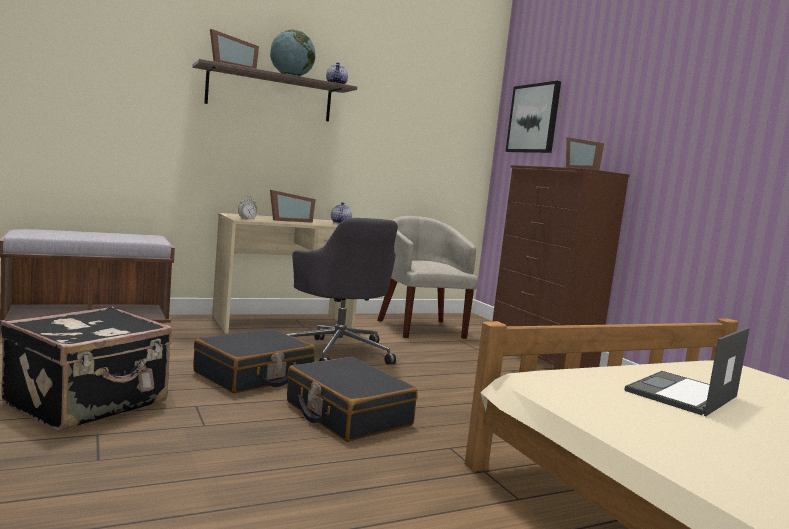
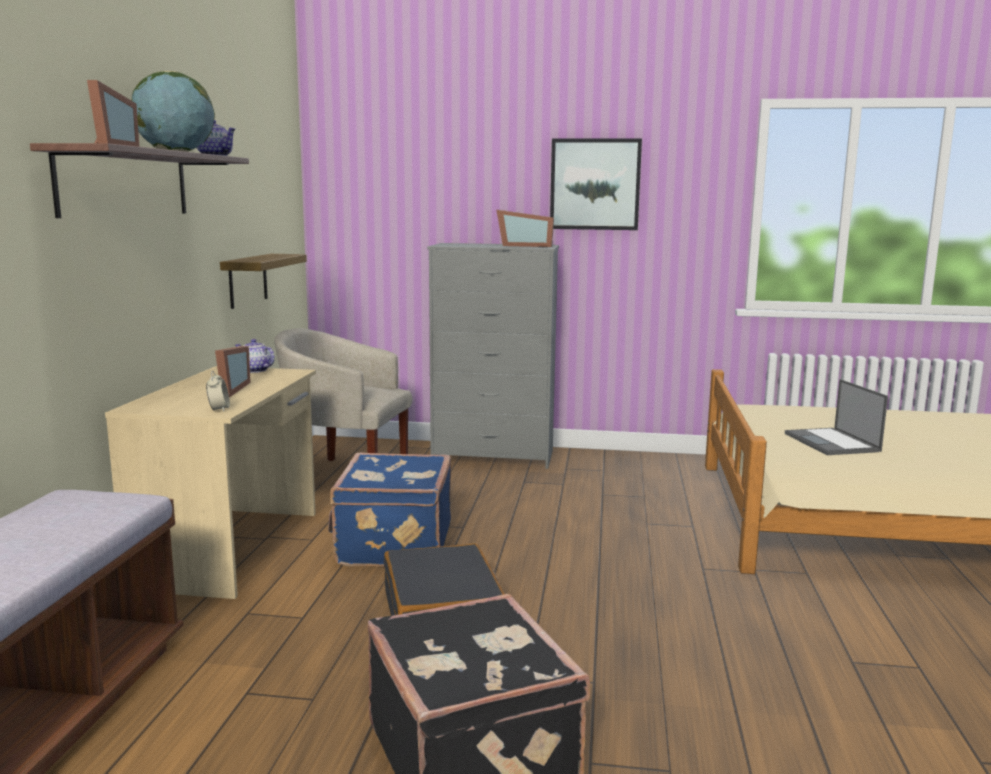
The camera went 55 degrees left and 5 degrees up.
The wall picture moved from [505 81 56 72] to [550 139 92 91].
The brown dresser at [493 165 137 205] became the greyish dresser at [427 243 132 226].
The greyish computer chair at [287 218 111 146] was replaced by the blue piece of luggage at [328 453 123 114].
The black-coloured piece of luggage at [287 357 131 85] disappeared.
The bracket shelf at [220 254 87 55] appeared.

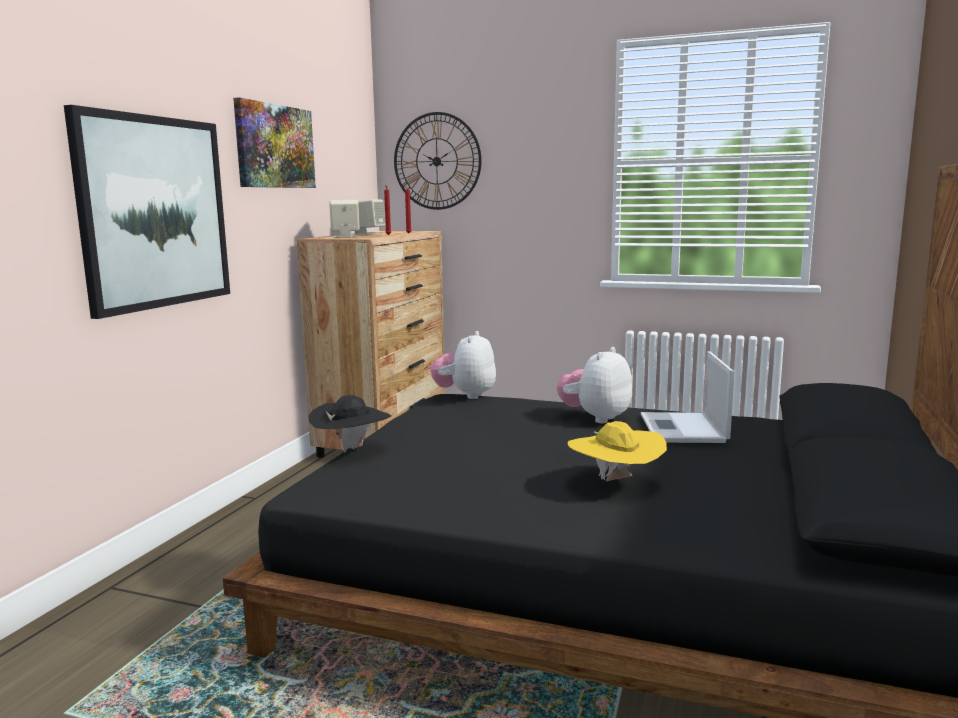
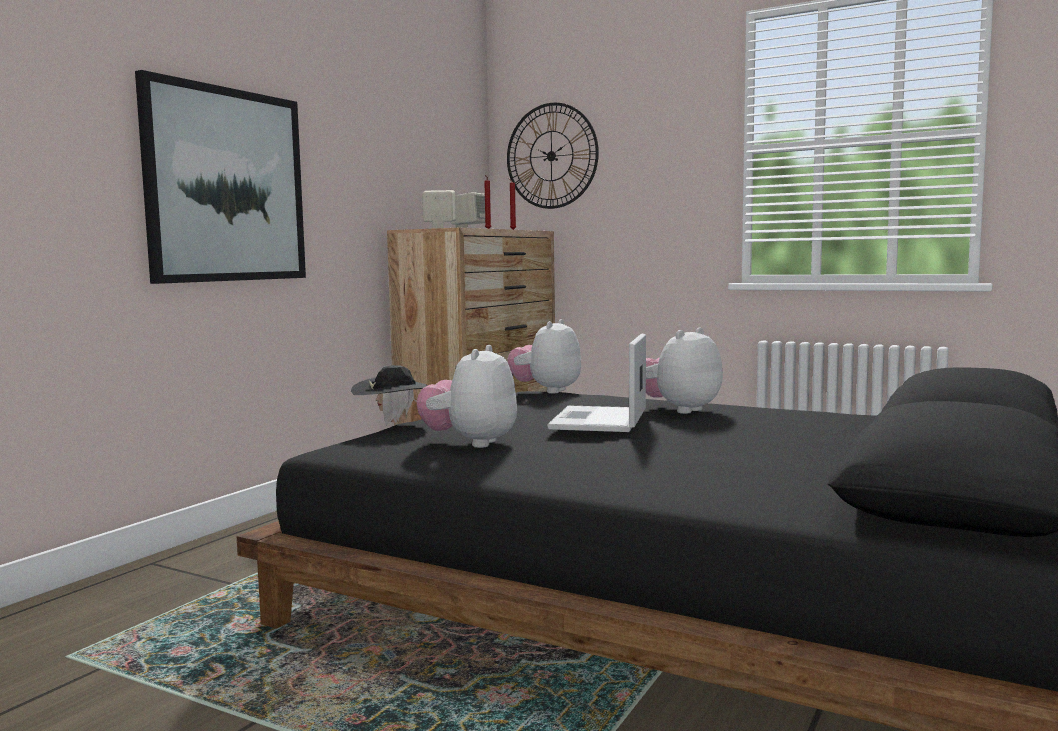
The camera went 10 degrees right and 5 degrees down.
The wall picture at [233 97 83 91] disappeared.
The portable computer moved from [641 351 93 92] to [547 333 99 99].
The yellowish clothing hat at [567 421 100 60] disappeared.
The soft toy at [416 345 101 103] appeared.

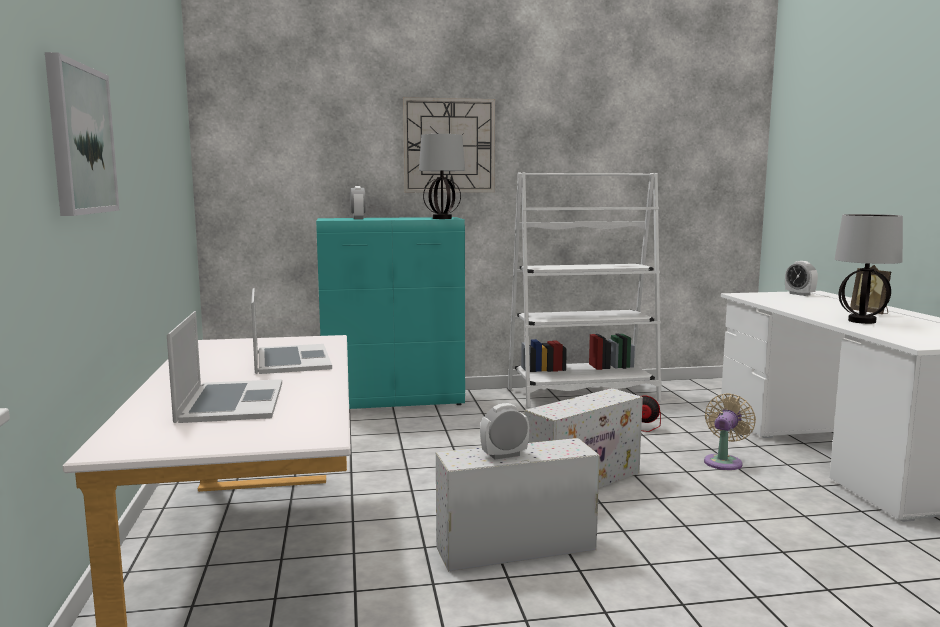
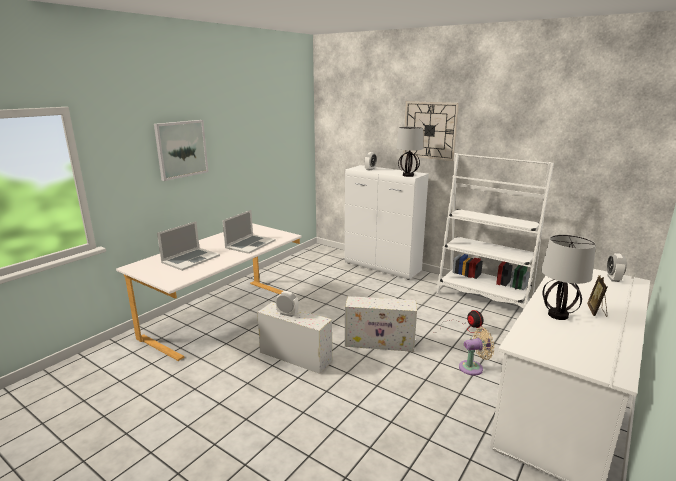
The camera went 45 degrees right and 10 degrees up.
The turquoise-coloured cupboard at [316 217 149 192] became the whitish cupboard at [345 165 84 115].

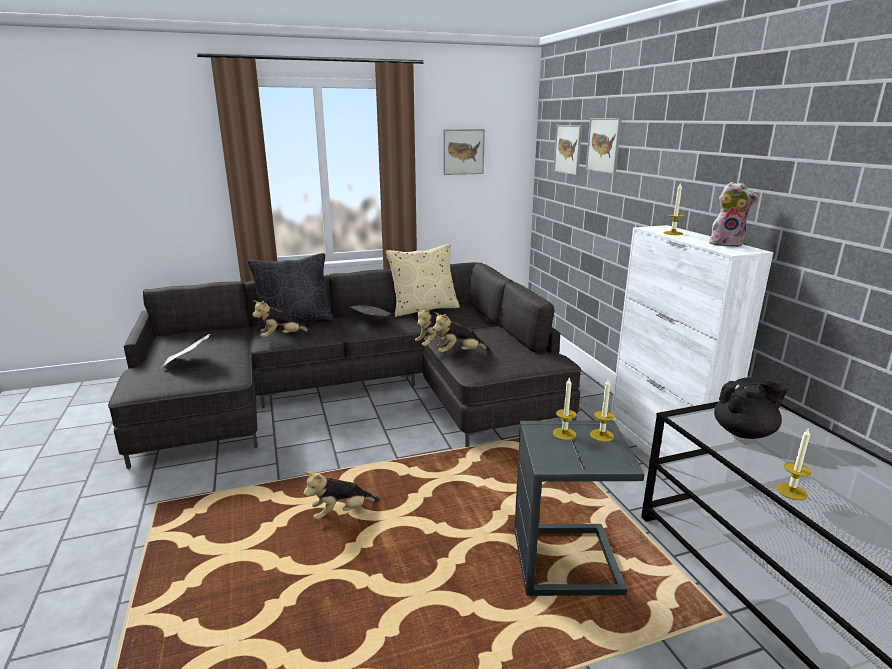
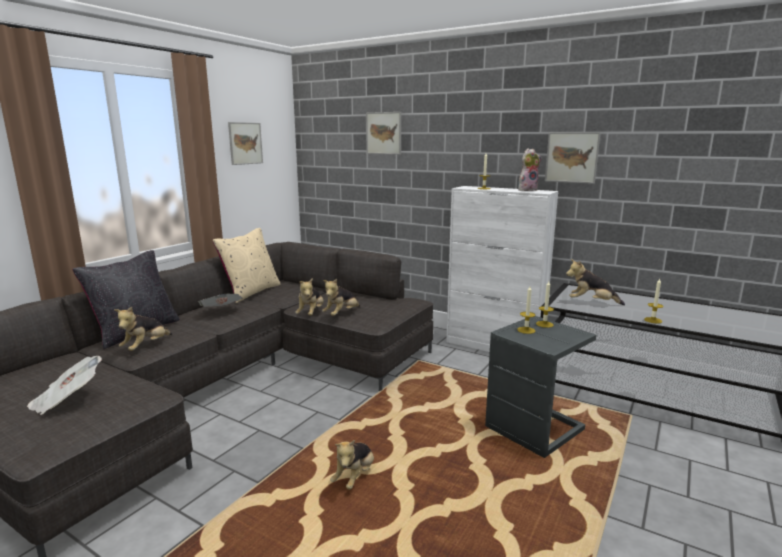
The camera went 40 degrees left and 5 degrees down.
The wall picture moved from [553 125 29 51] to [545 132 56 52].
The black-coloured tea pot at [714 378 75 61] was replaced by the soft toy at [566 259 59 46].

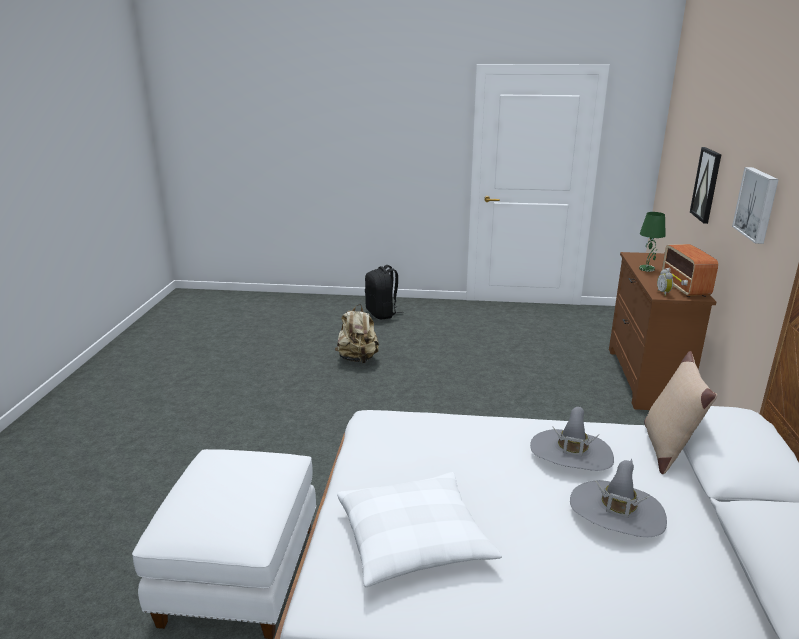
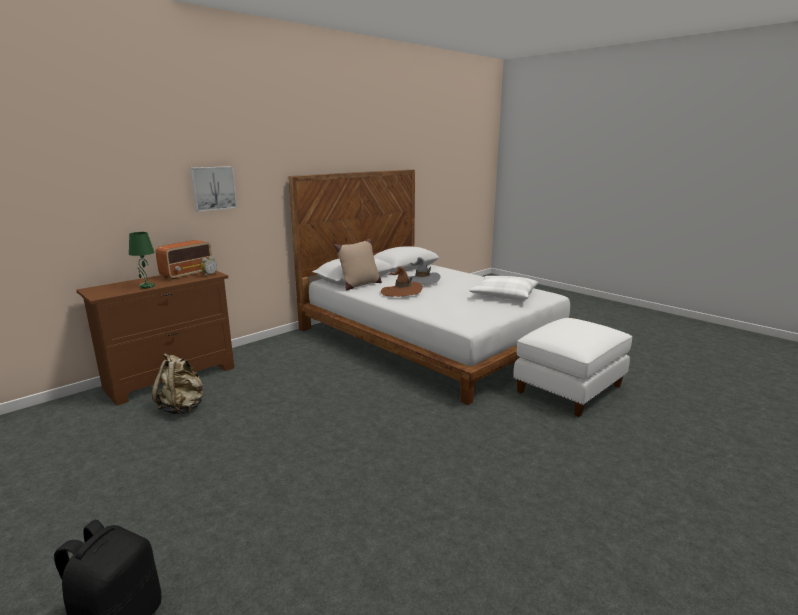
The camera went 140 degrees left and 5 degrees down.
The wall picture at [690 147 32 77] disappeared.
The beige backpack moved from [335 304 44 60] to [152 353 51 61].
The greyish clothing hat at [530 406 84 65] became the brown clothing hat at [381 266 42 31].

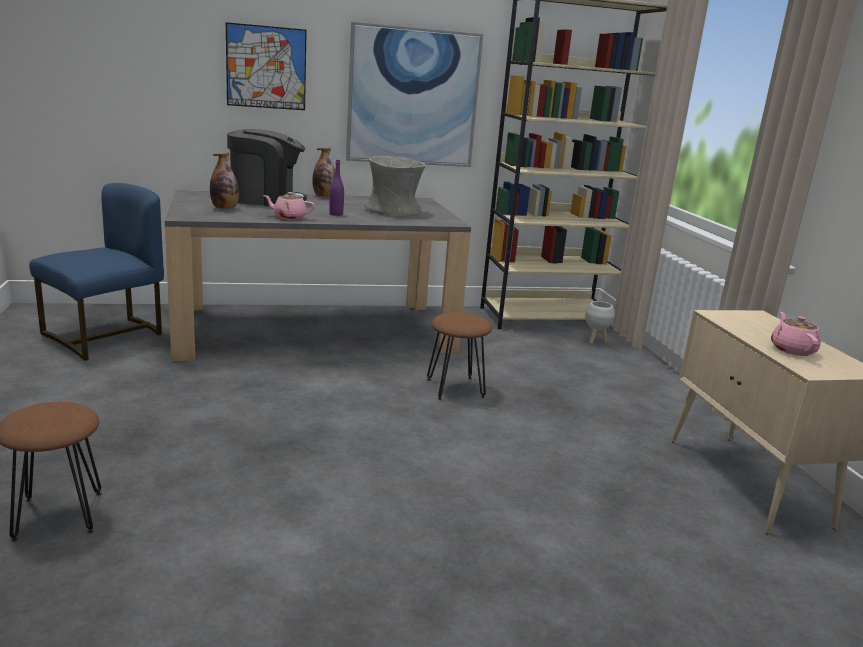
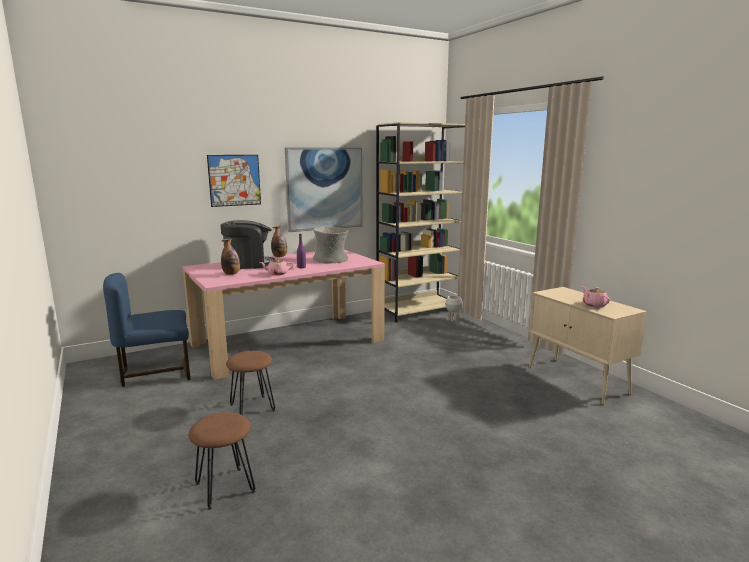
The camera went 15 degrees left and 5 degrees down.
The blue chair at [29 183 135 178] turned 135 degrees counterclockwise.
The greyish dinner table at [165 190 306 171] became the pink dinner table at [183 249 202 131].
The brown stool seat moved from [427 312 65 88] to [226 351 49 64].

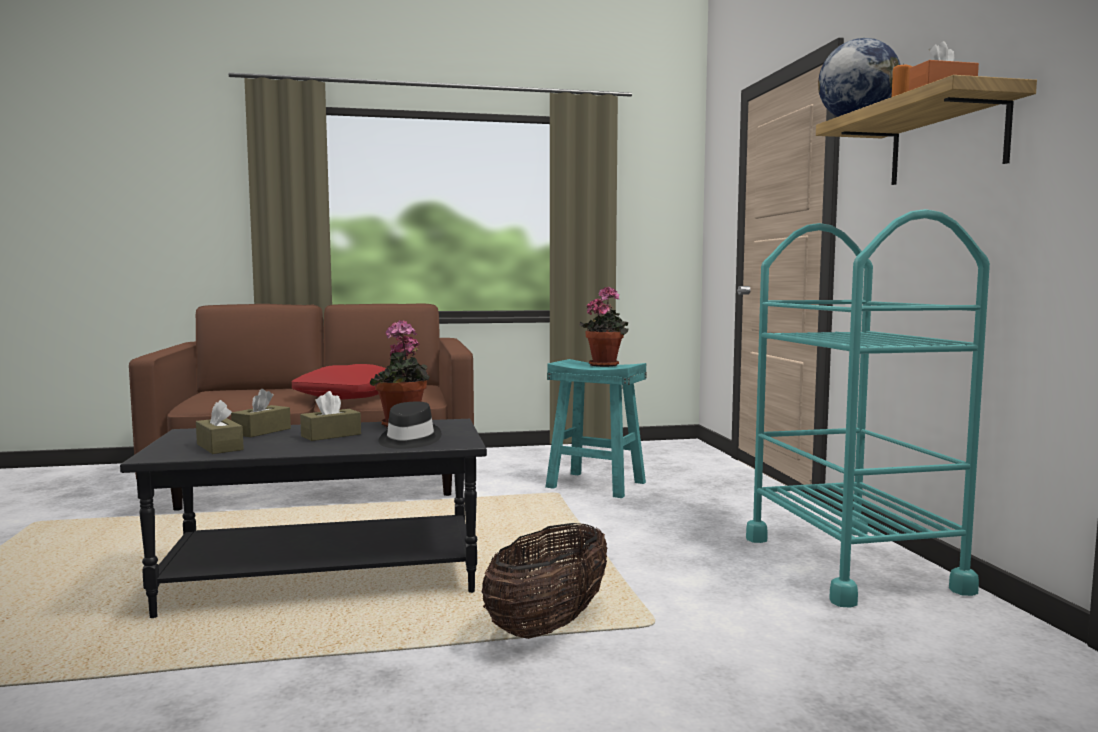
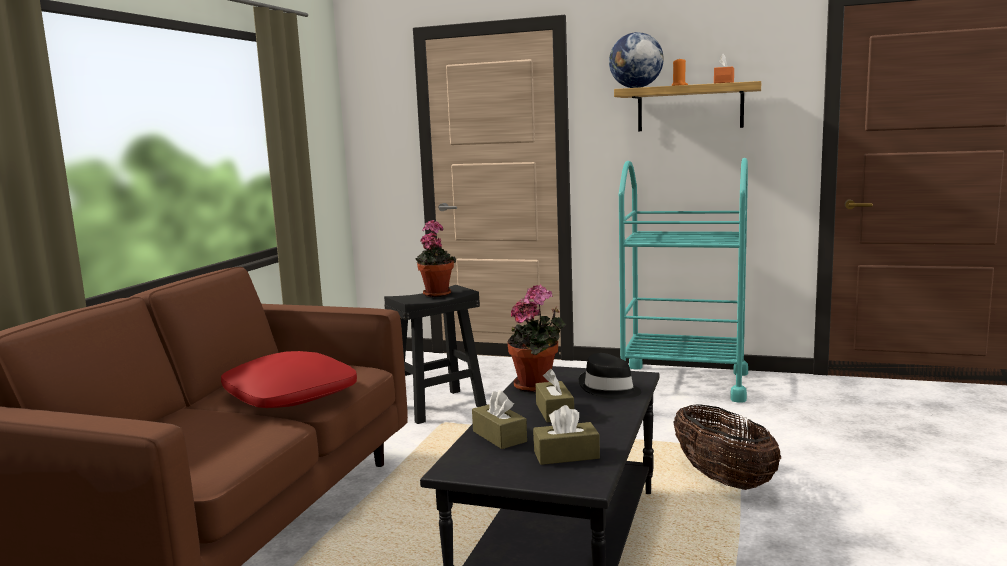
The camera went 60 degrees left and 5 degrees up.
The turquoise-coloured stool seat at [545 359 102 139] became the black-coloured stool seat at [384 285 103 139].

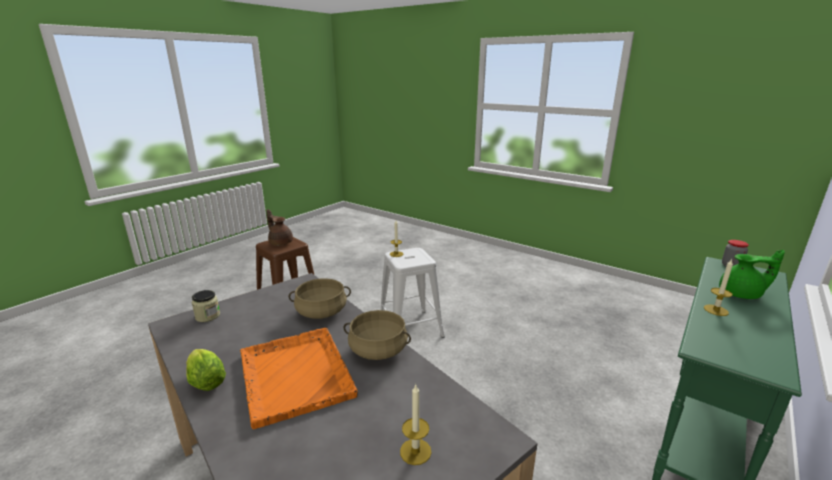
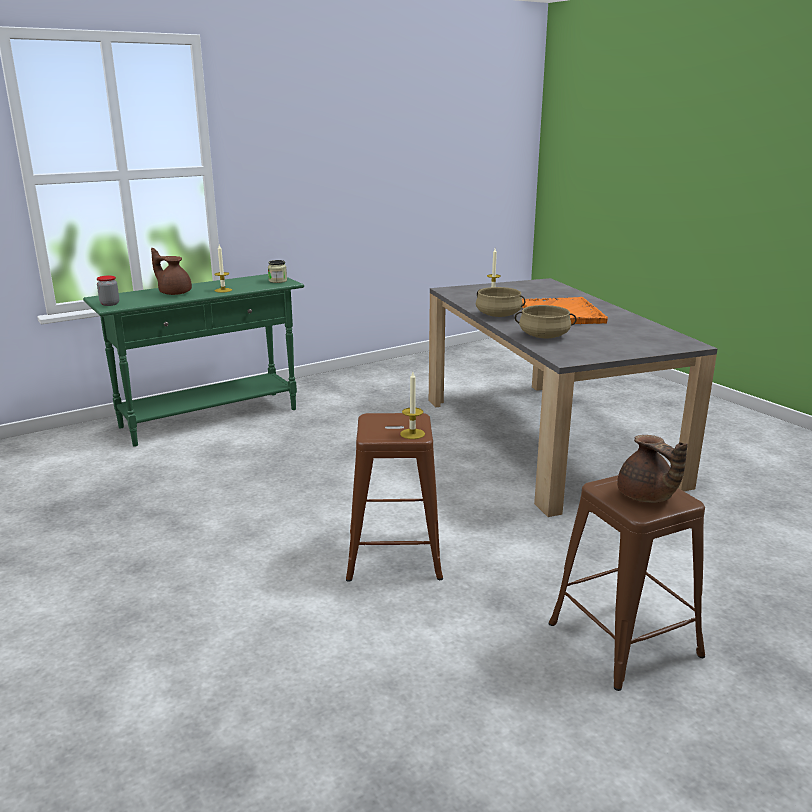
The camera went 160 degrees left and 0 degrees up.
The whitish stool seat at [381 248 64 90] became the brown stool seat at [346 413 97 169].
The green-coloured tea pot at [719 250 66 49] became the brown tea pot at [151 248 41 47].
The preserve jar moved from [192 290 28 32] to [268 260 19 23].
The lettuce head at [186 349 40 42] disappeared.

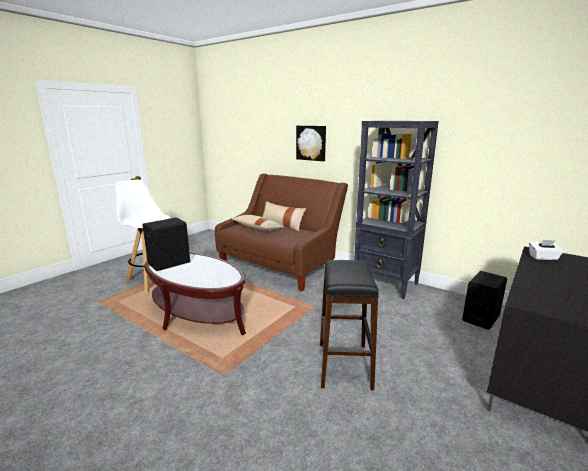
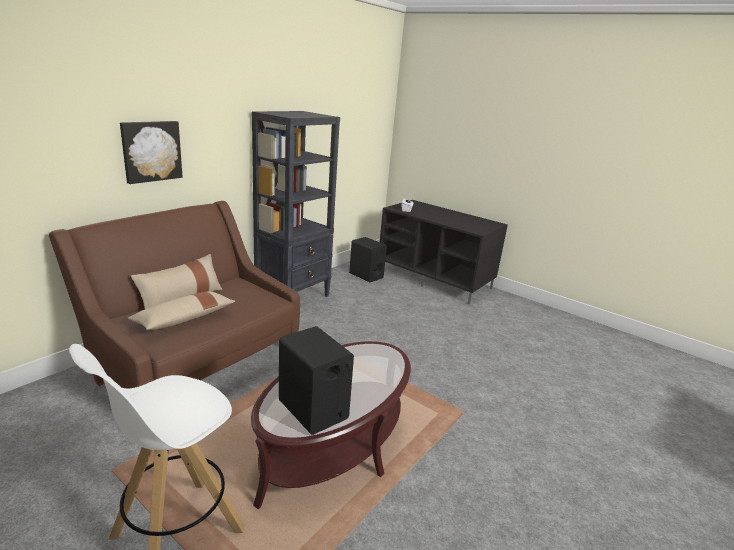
The camera went 90 degrees left and 5 degrees up.
The black-coloured stool seat at [320 260 59 130] disappeared.

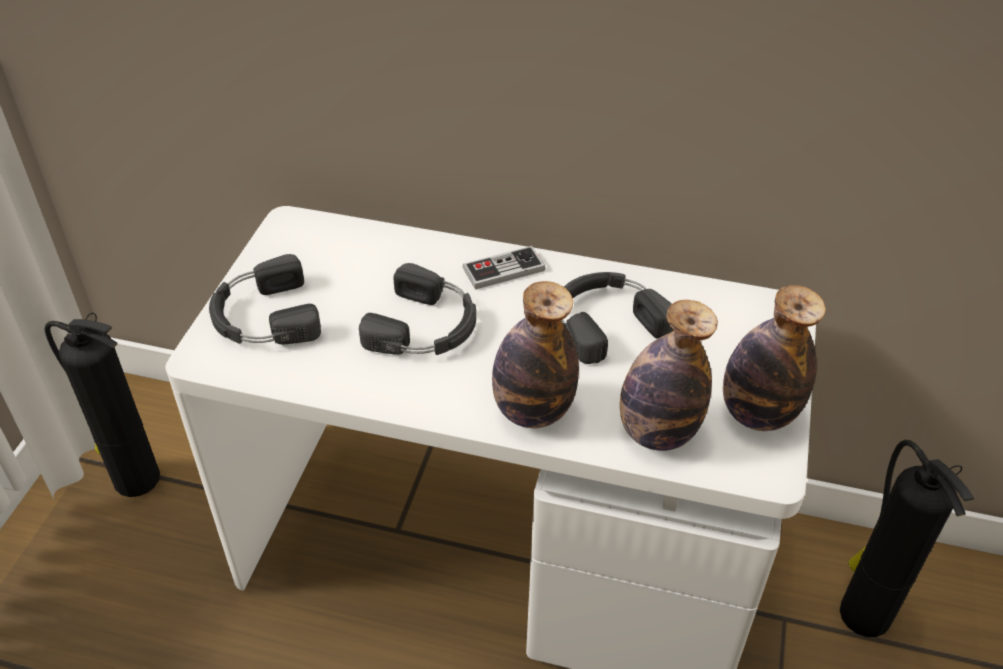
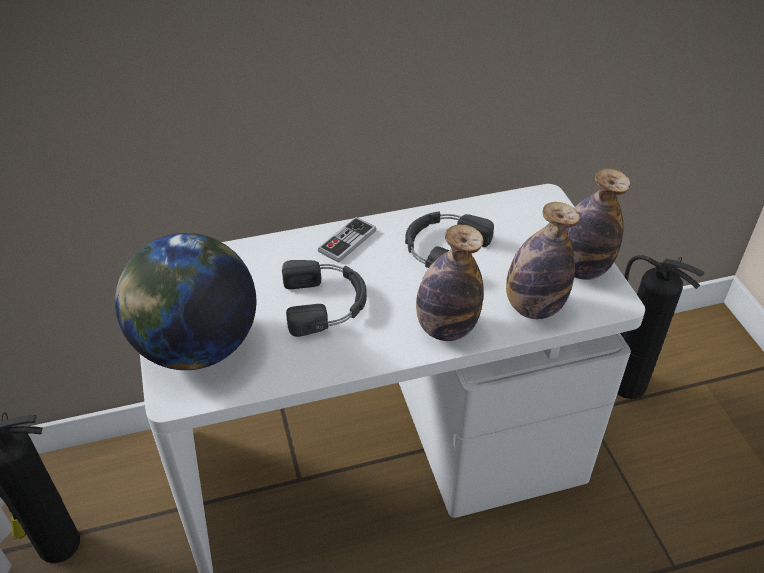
The camera went 30 degrees left and 0 degrees up.
The black-coloured headphones at [209 254 112 90] was replaced by the desk globe at [115 233 141 137].

